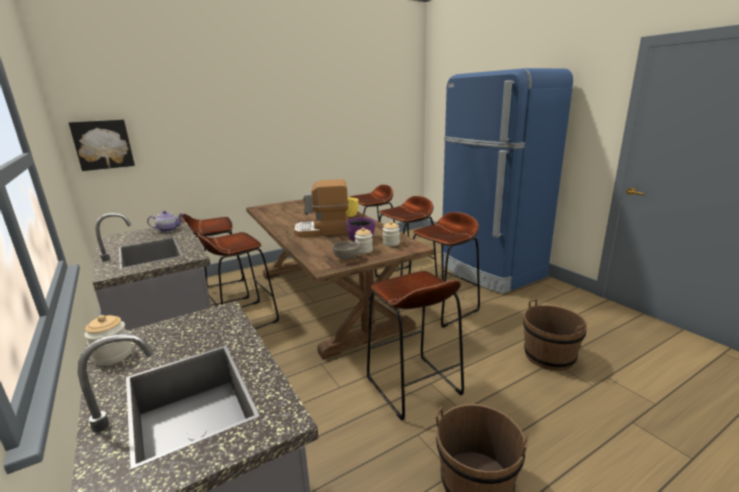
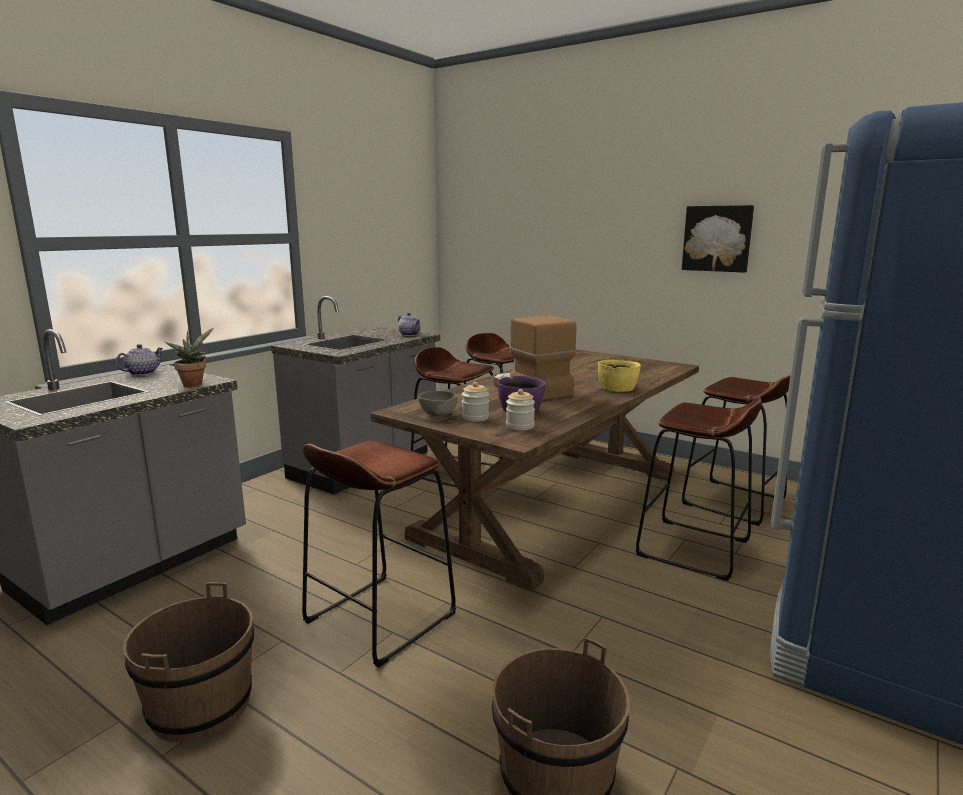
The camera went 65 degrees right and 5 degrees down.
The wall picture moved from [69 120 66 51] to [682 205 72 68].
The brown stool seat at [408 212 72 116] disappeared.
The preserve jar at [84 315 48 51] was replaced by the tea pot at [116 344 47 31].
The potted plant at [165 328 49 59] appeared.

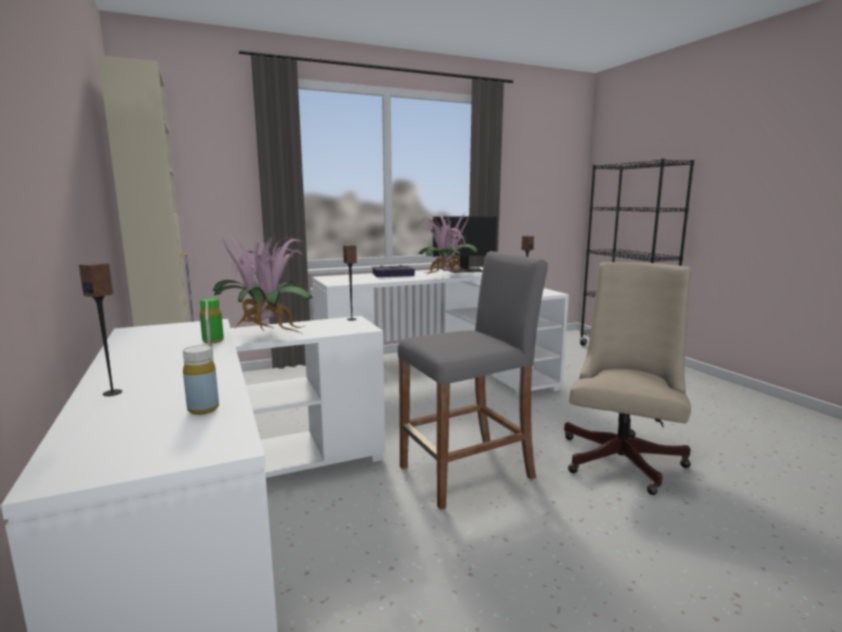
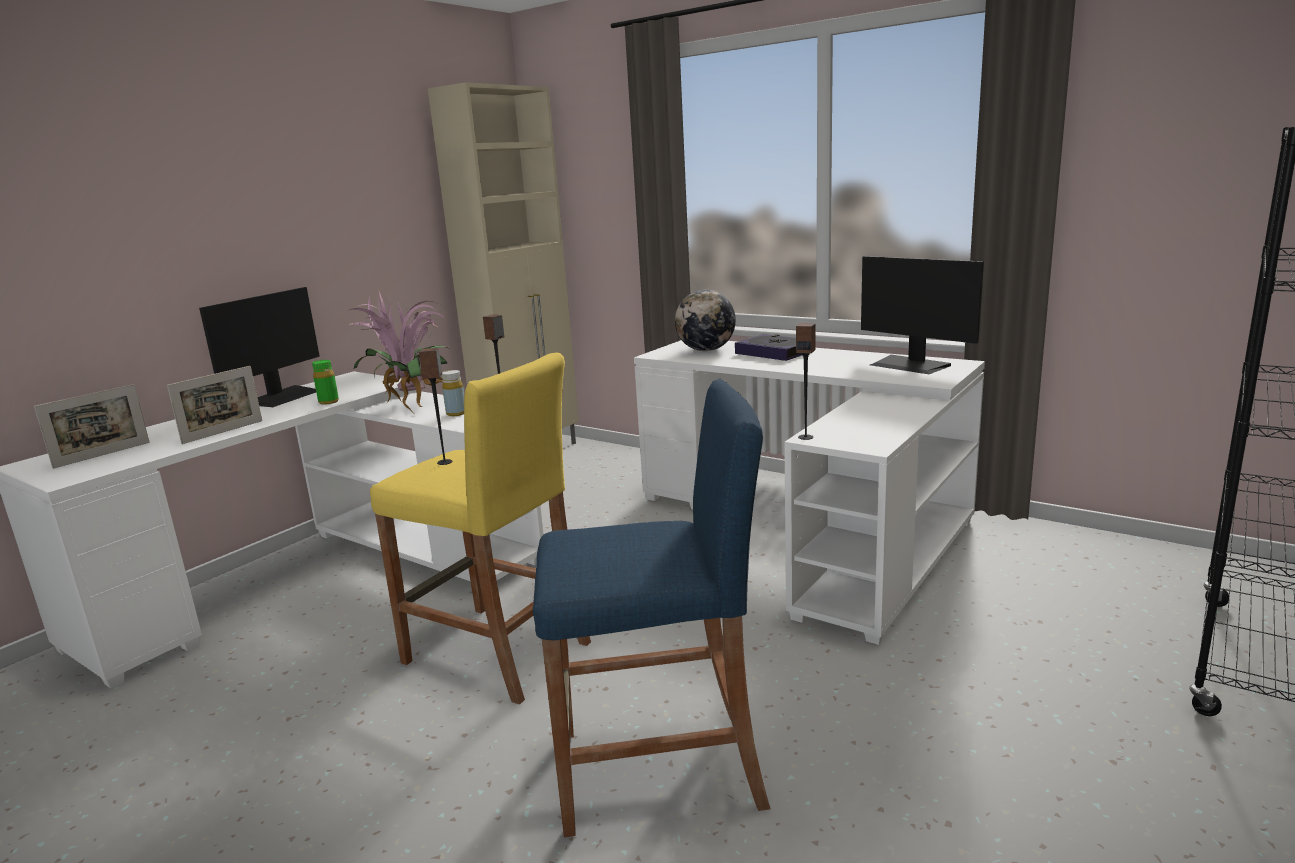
The camera went 60 degrees right and 5 degrees up.
The potted plant at [418 213 60 62] disappeared.
The greyish stool seat at [398 251 150 259] became the yellowish stool seat at [370 352 221 353].
The beige computer chair at [564 262 128 233] was replaced by the blue stool seat at [533 379 238 458].
The speaker moved from [79 263 43 133] to [419 348 33 117].
The yellowish drink bottle moved from [183 345 36 70] to [442 370 22 46].
The monitor at [199 287 121 120] appeared.
The desk globe at [675 290 61 61] appeared.
The standing frame at [34 384 115 85] appeared.

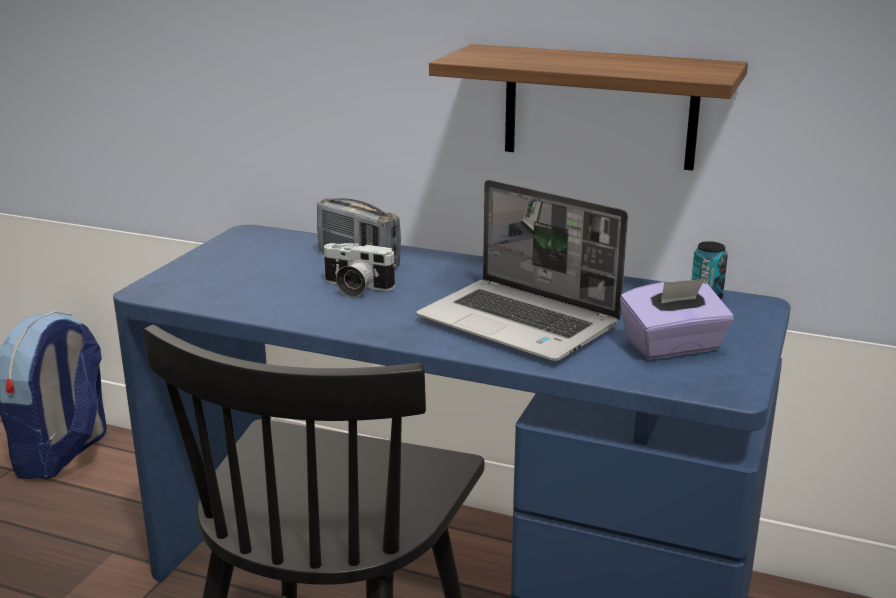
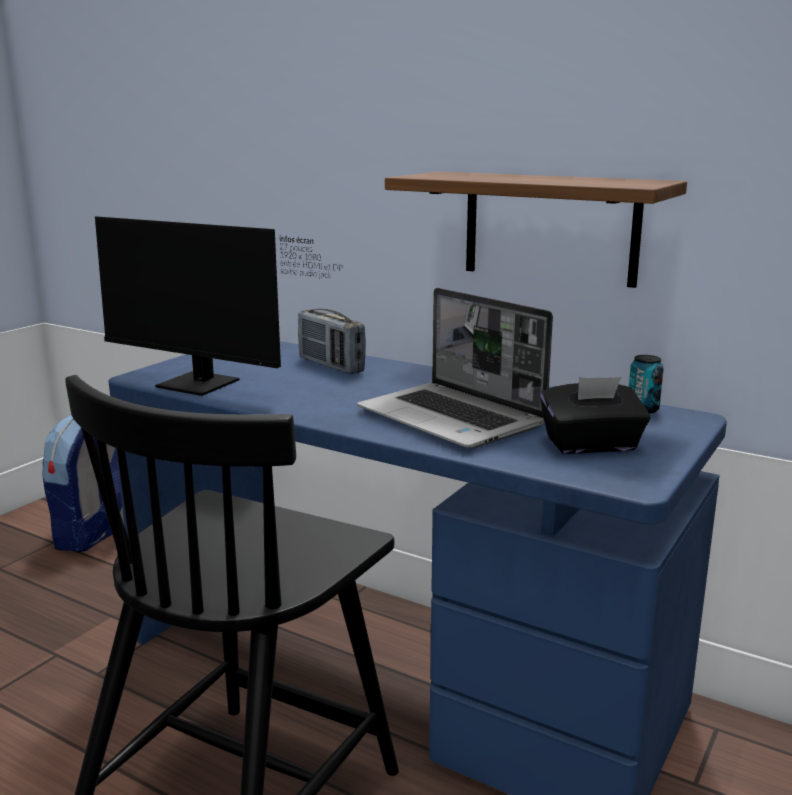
The camera went 10 degrees right and 5 degrees down.
The photo camera at [323 243 73 54] disappeared.
The purplish box of tissues at [620 278 114 81] became the black-coloured box of tissues at [540 377 110 77].
The monitor at [95 216 248 180] appeared.

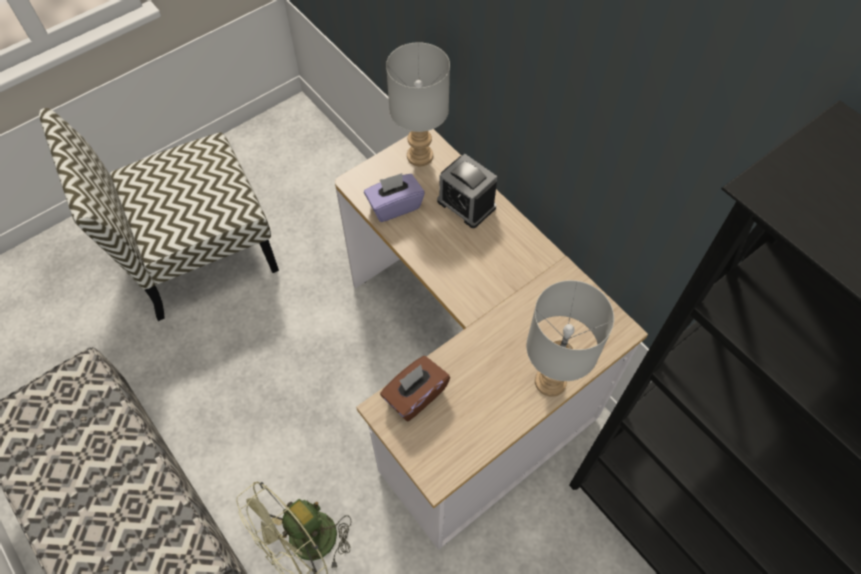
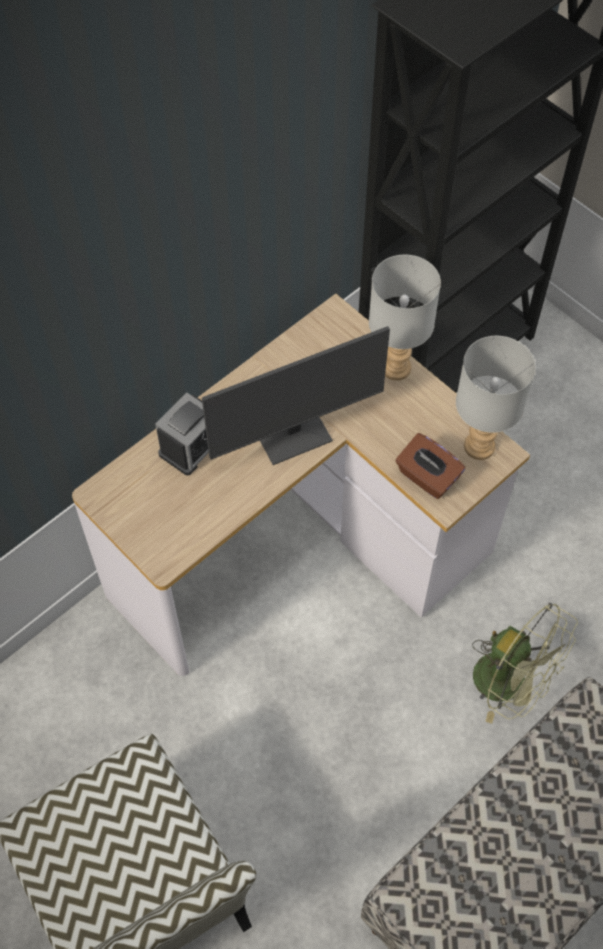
The camera went 95 degrees left and 0 degrees up.
The greyish tabletop lamp moved from [386 42 64 124] to [456 336 80 124].
The purplish box of tissues at [364 173 61 49] disappeared.
The monitor at [202 326 188 139] appeared.

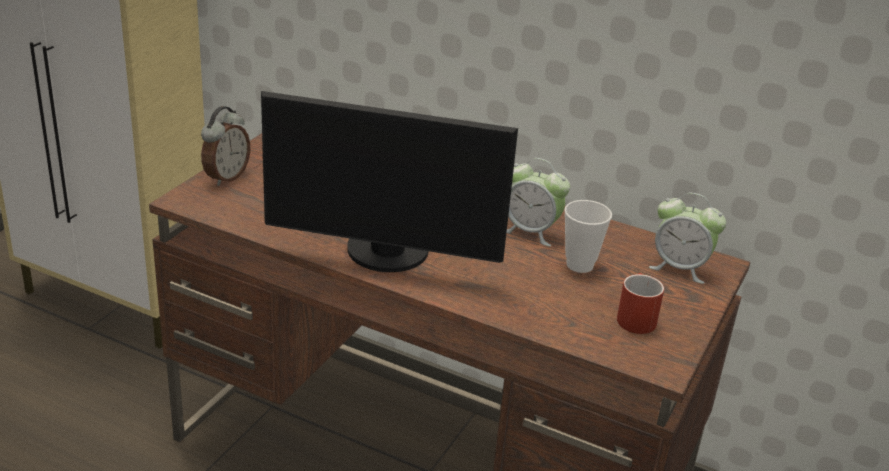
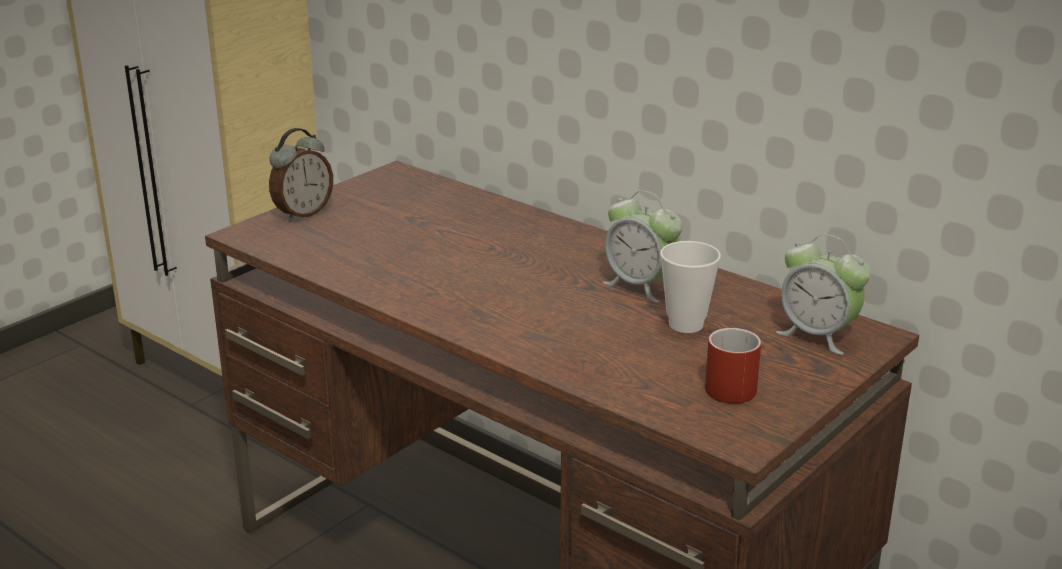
The camera went 15 degrees right and 5 degrees down.
The monitor at [261 91 257 181] disappeared.

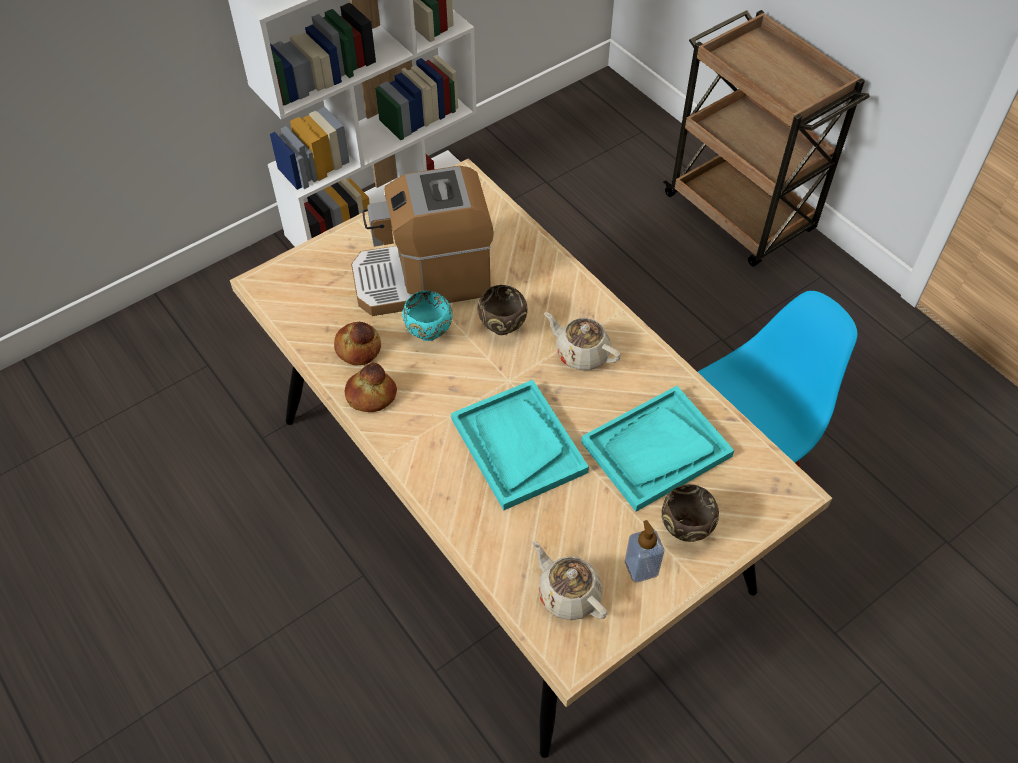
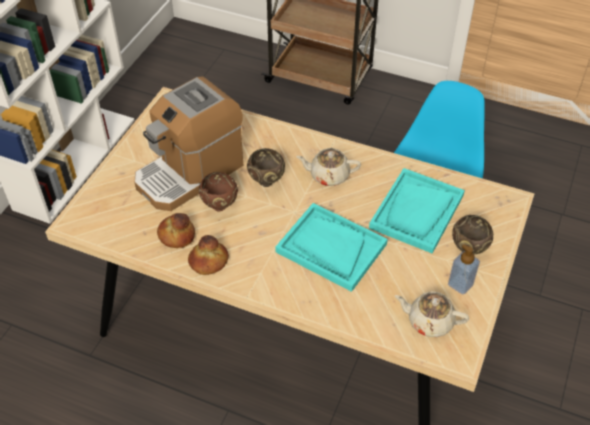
The camera went 30 degrees left and 5 degrees down.
The turquoise-coloured serving bowl at [402 291 51 50] became the brown serving bowl at [199 172 39 39].

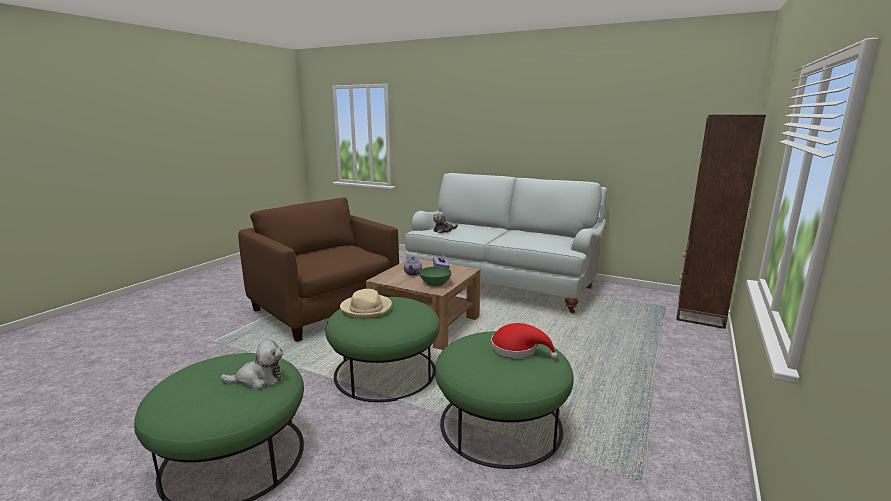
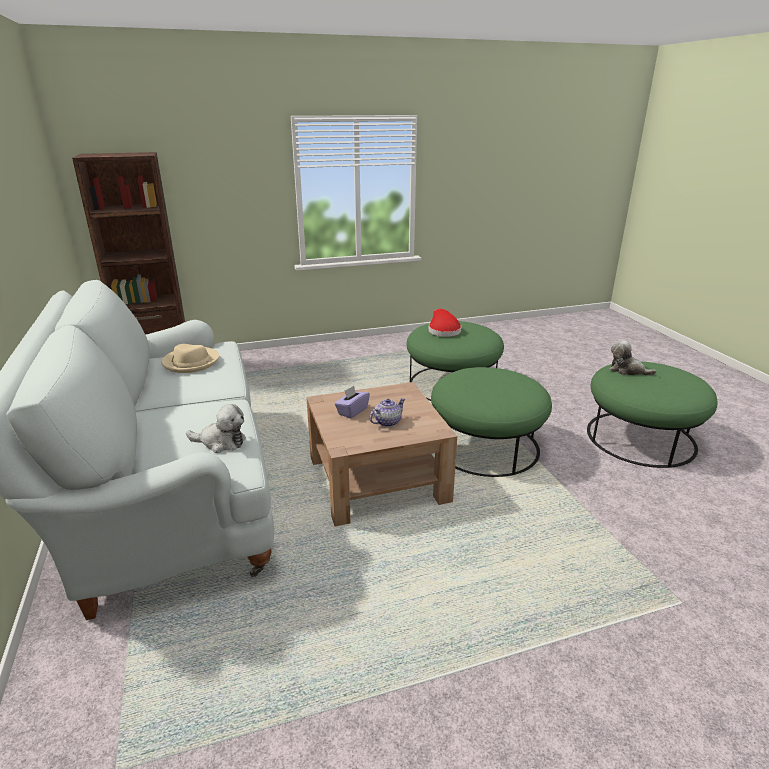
The camera went 135 degrees left and 10 degrees up.
The brown lounge chair at [238 197 161 145] disappeared.
The green-coloured serving bowl at [419 266 32 21] disappeared.
The beige clothing hat moved from [340 289 52 29] to [161 344 58 29].

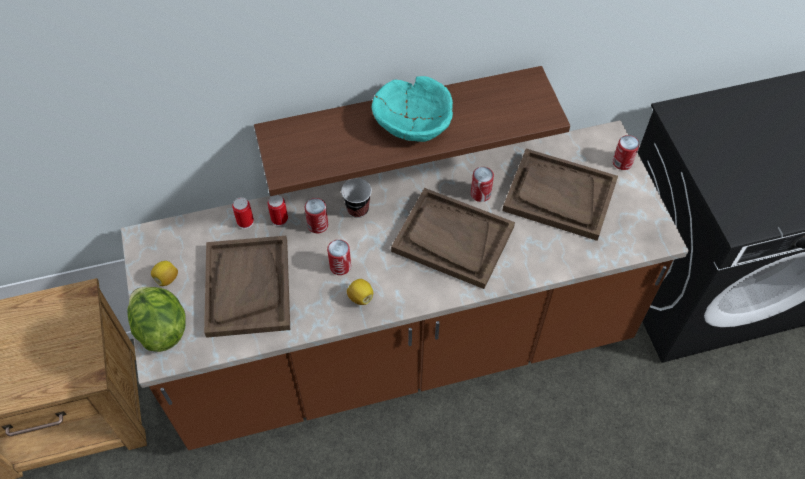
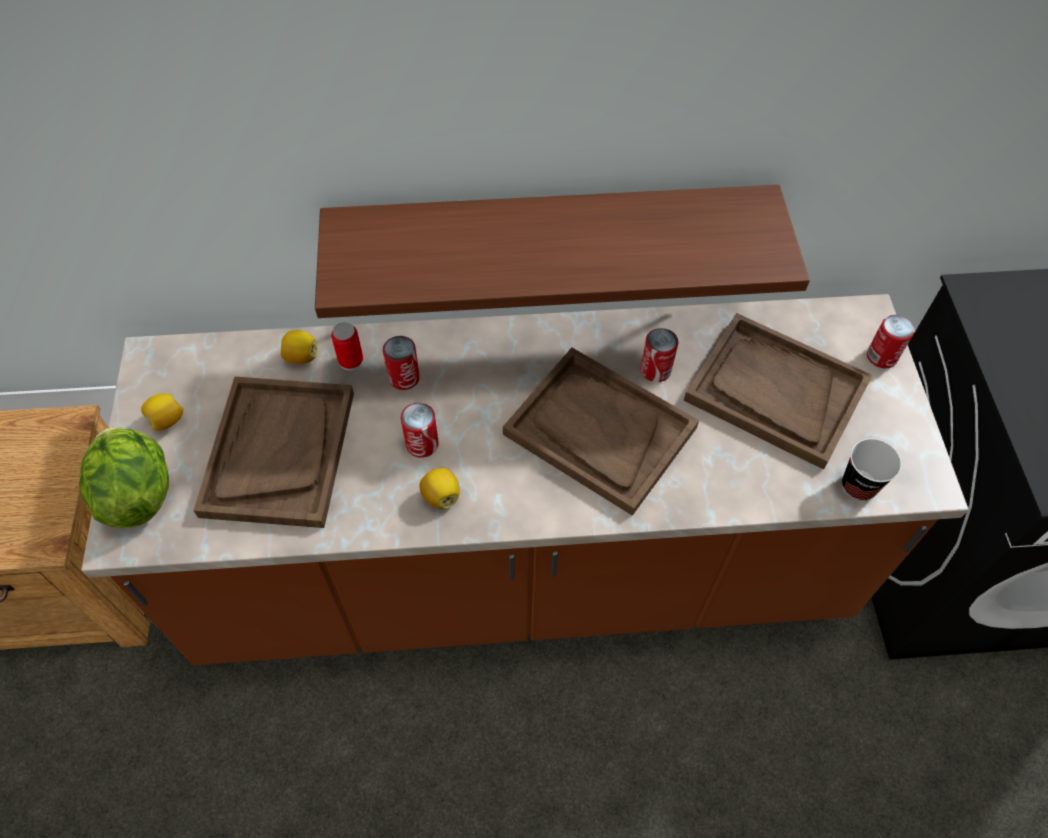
The camera went 10 degrees right and 0 degrees up.
The turquoise-coloured serving bowl at [372 76 81 66] disappeared.
The cup moved from [341 178 31 40] to [842 439 60 62].
The can at [232 197 22 32] was replaced by the citrus fruit at [280 330 38 34].

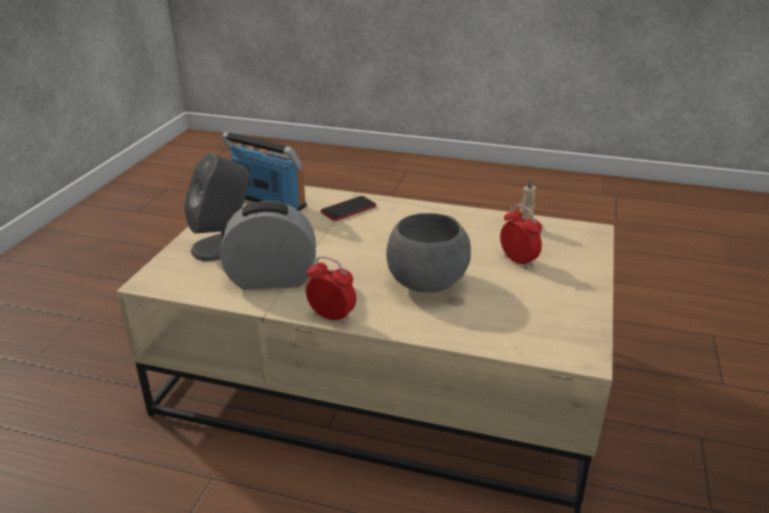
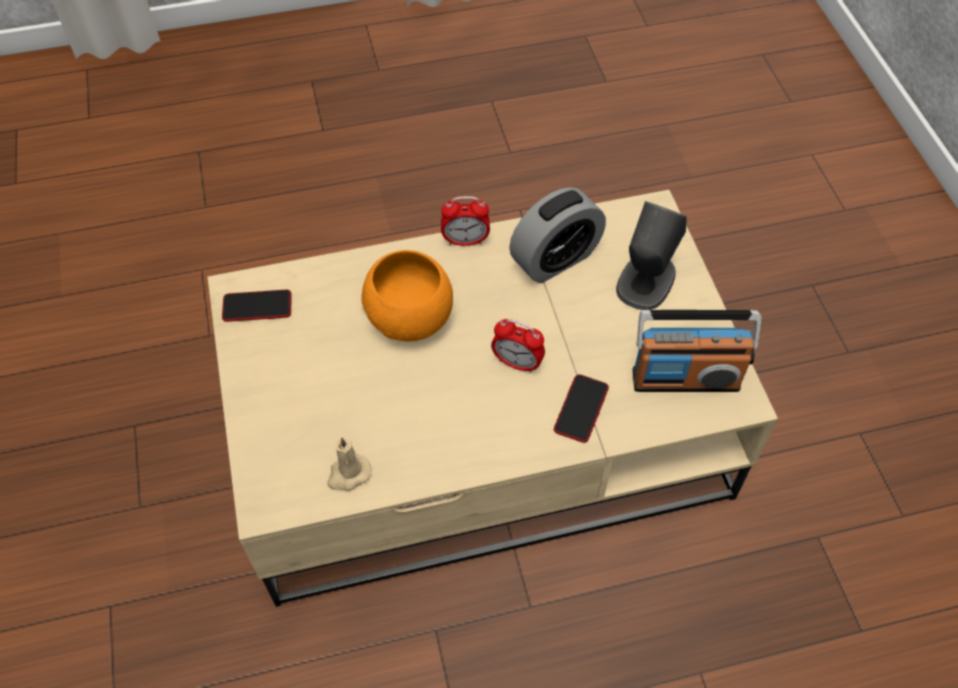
The camera went 150 degrees right and 25 degrees up.
The bedside clock moved from [500 204 42 65] to [491 319 54 54].
The greyish serving bowl at [386 213 85 79] became the orangey serving bowl at [361 250 92 91].
The phone at [222 290 70 32] appeared.

